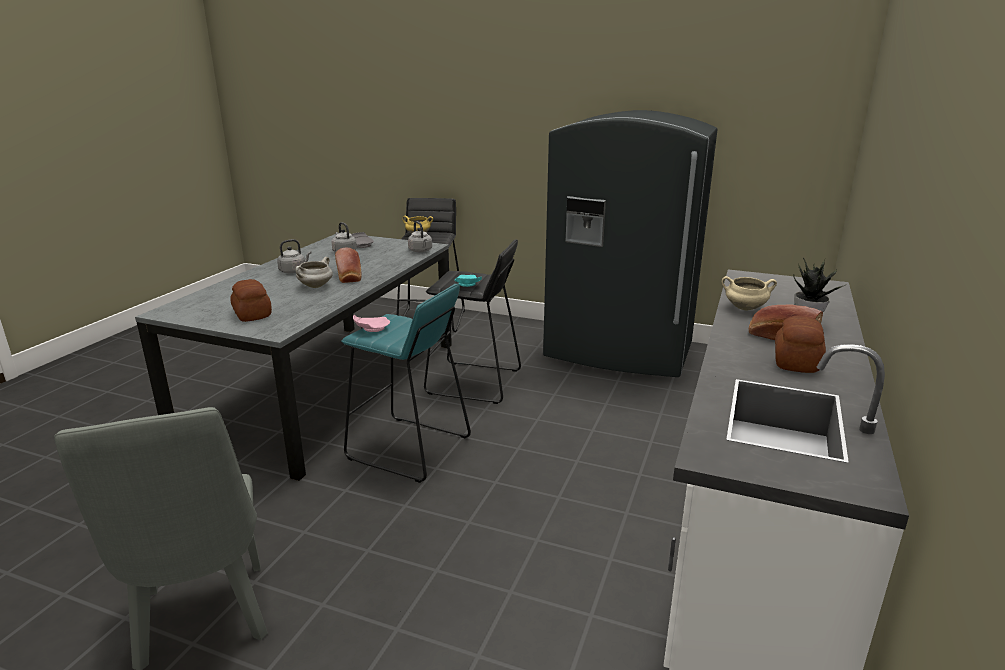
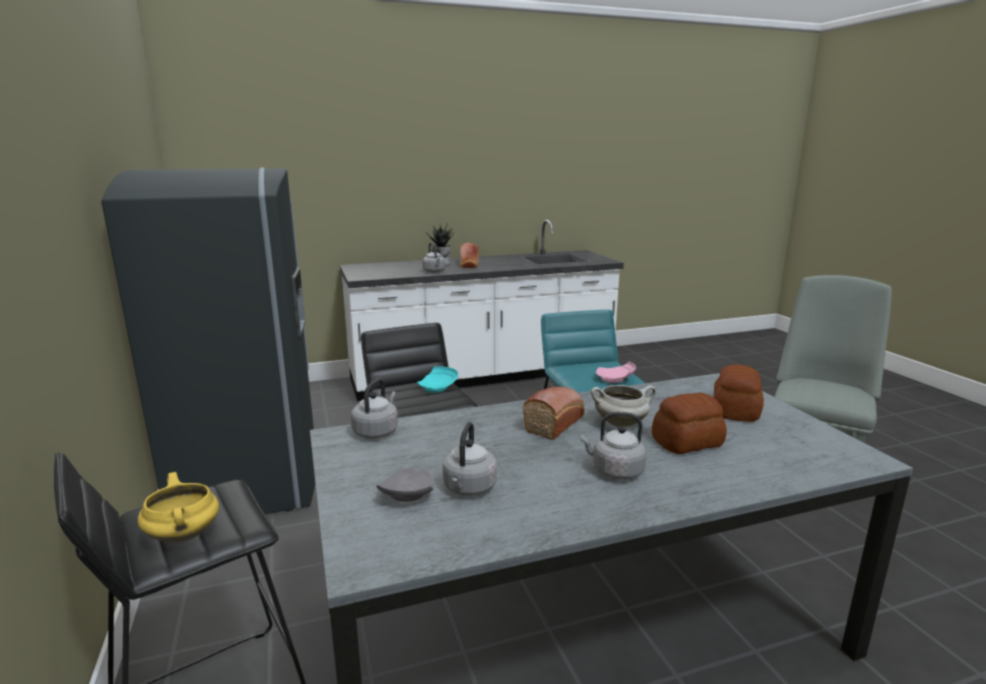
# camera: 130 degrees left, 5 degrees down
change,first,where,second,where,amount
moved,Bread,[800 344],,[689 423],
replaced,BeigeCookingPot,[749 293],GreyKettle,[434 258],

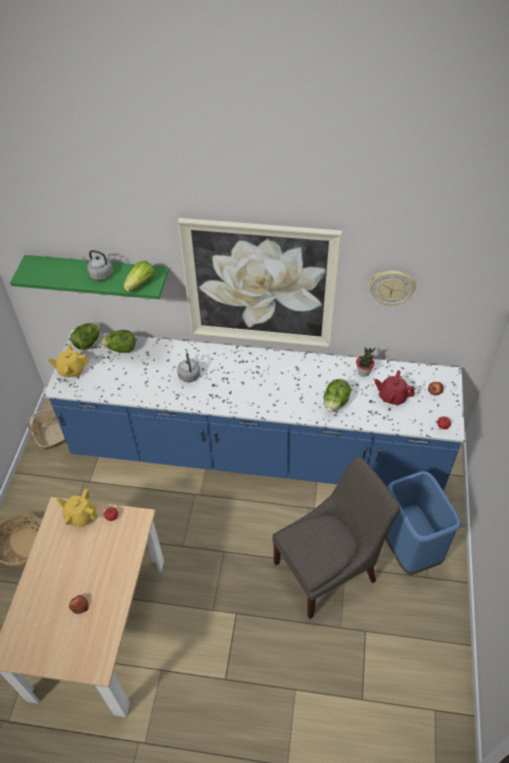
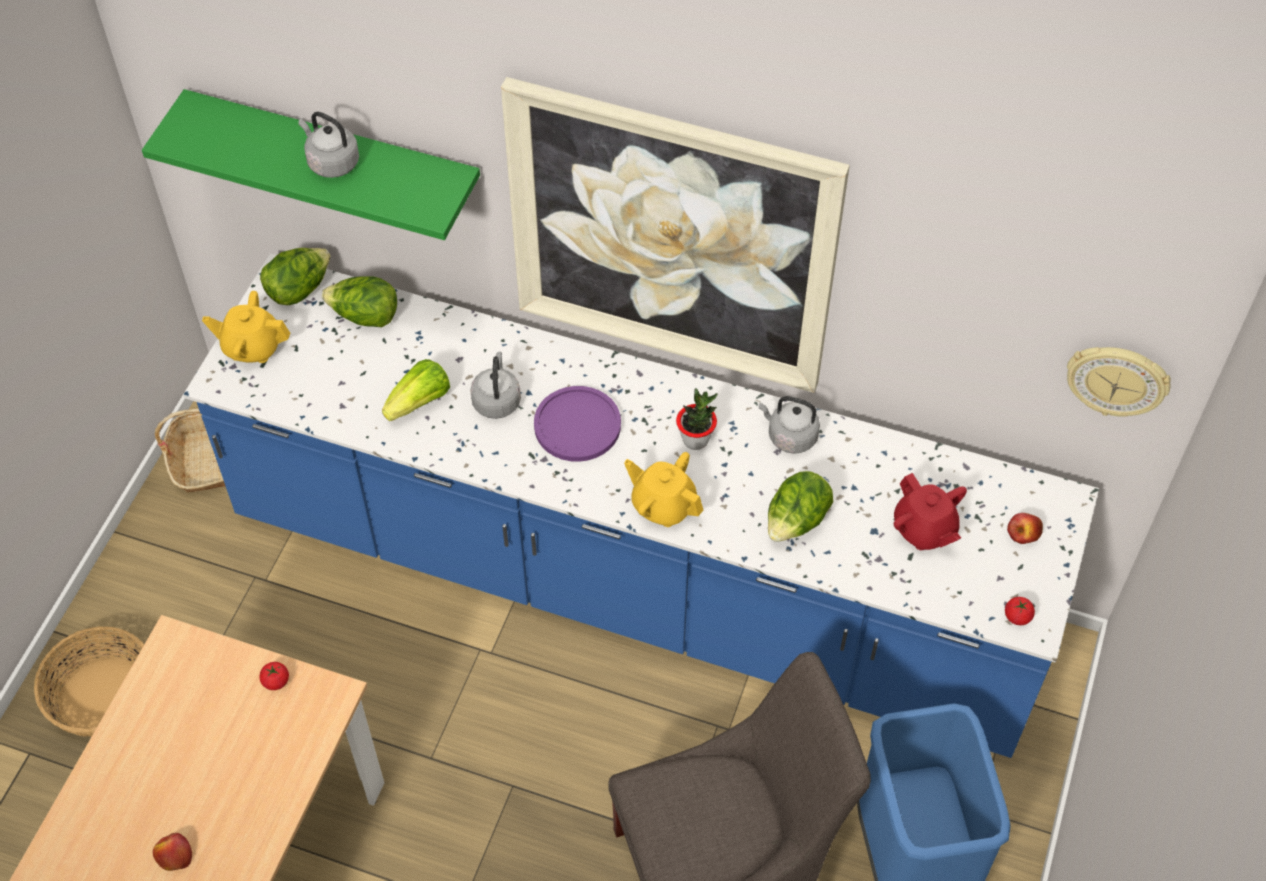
# camera: 10 degrees right, 5 degrees up
change,first,where,second,where,amount
added,,,PurplePlate,[577 424],
added,,,GreyKettle,[789 425],
moved,YellowTeapot,[77 508],,[664 489],
moved,Lettuce,[139 276],,[416 390],
moved,PottedPlant,[366 362],,[697 419],
moved,WallClock,[392 288],,[1119 382],
turned,RedTeapot,[394 387],,[930 511],150 degrees counterclockwise

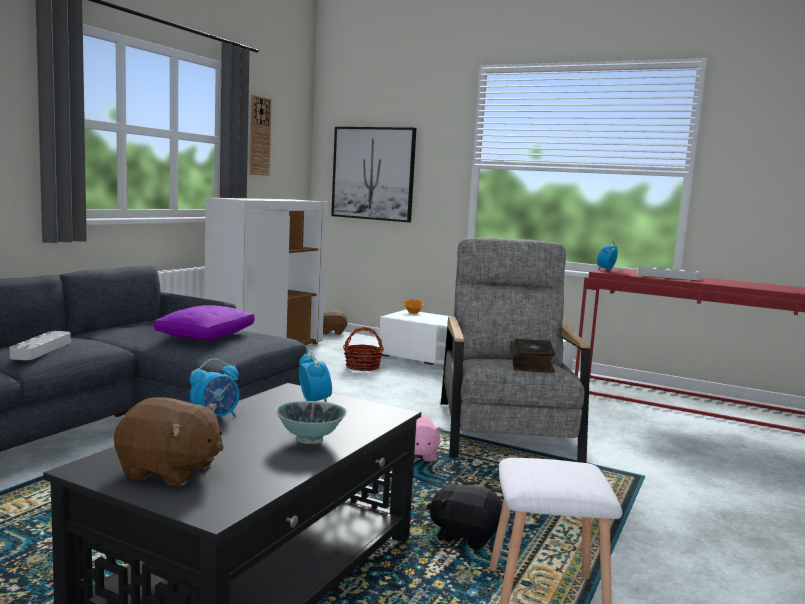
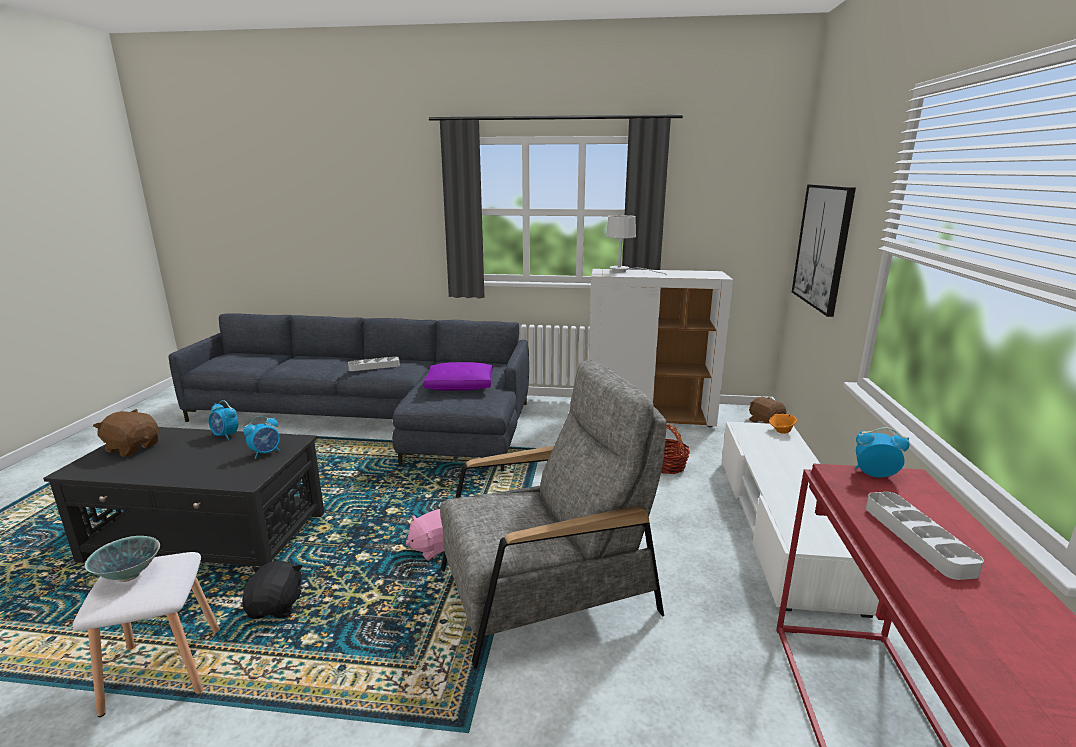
# camera: 70 degrees right, 10 degrees up
change,first,where,second,where,amount
removed,WallClock,[261 135],,,
removed,Book,[533 356],,,
added,,,WhiteTableLamp,[636 245],
moved,Bowl,[311 422],,[122 559],
turned,BrownPlushToy,[169 441],,[126 433],120 degrees clockwise

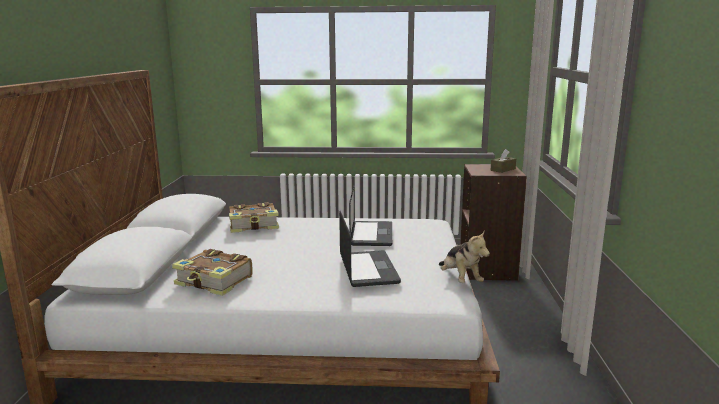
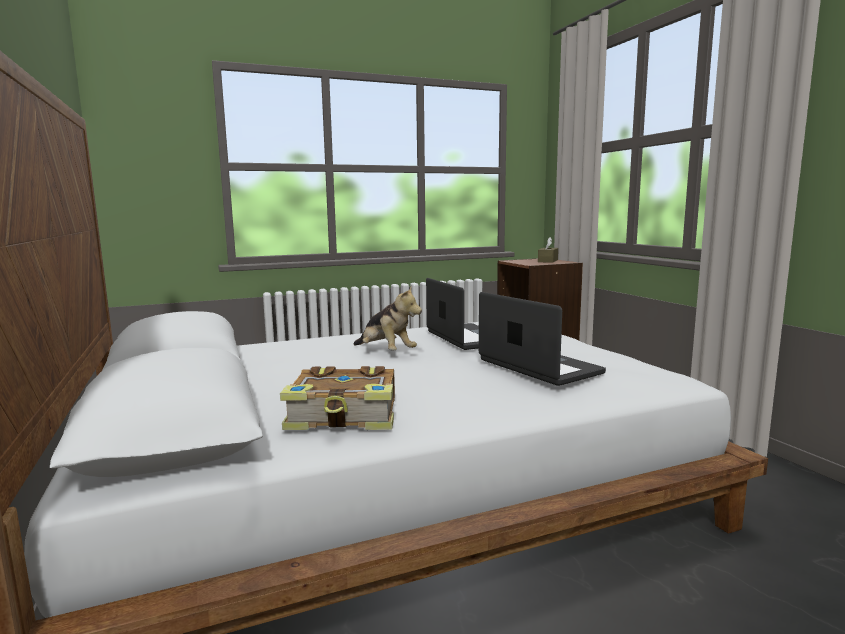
# camera: 25 degrees left, 5 degrees down
change,first,where,second,where,amount
removed,Book,[254 217],,,
moved,PlushToy,[464 256],,[388 318],

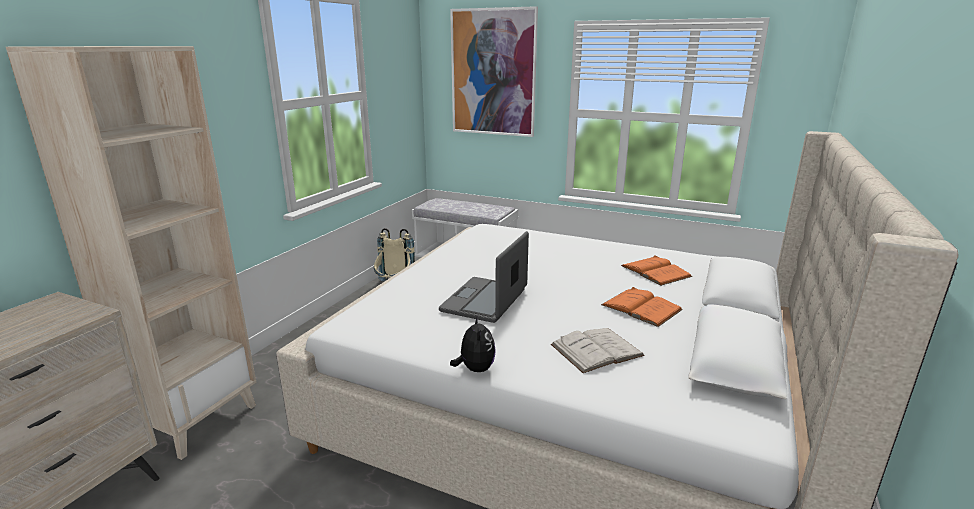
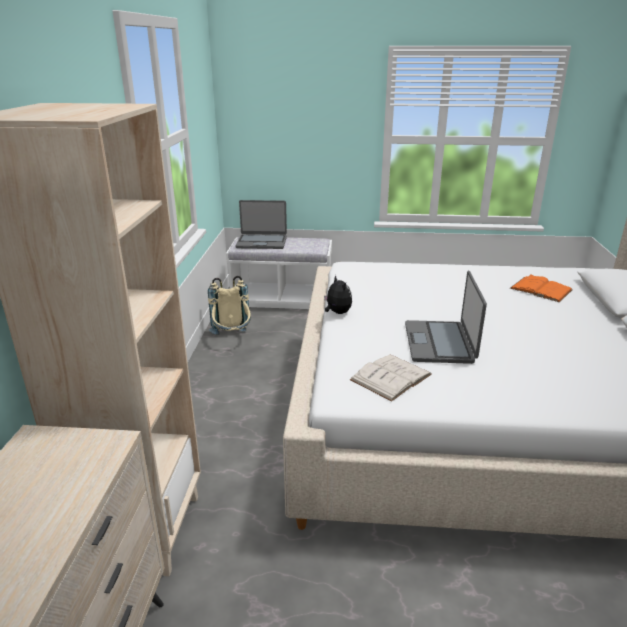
# camera: 20 degrees left, 5 degrees up
change,first,where,second,where,amount
removed,Picture,[494 71],,,
removed,OrangeBook,[642 307],,,
added,,,Laptop,[261 224],
moved,PlushToy,[473 343],,[338 294],
moved,WhiteBook,[598 350],,[391 378],

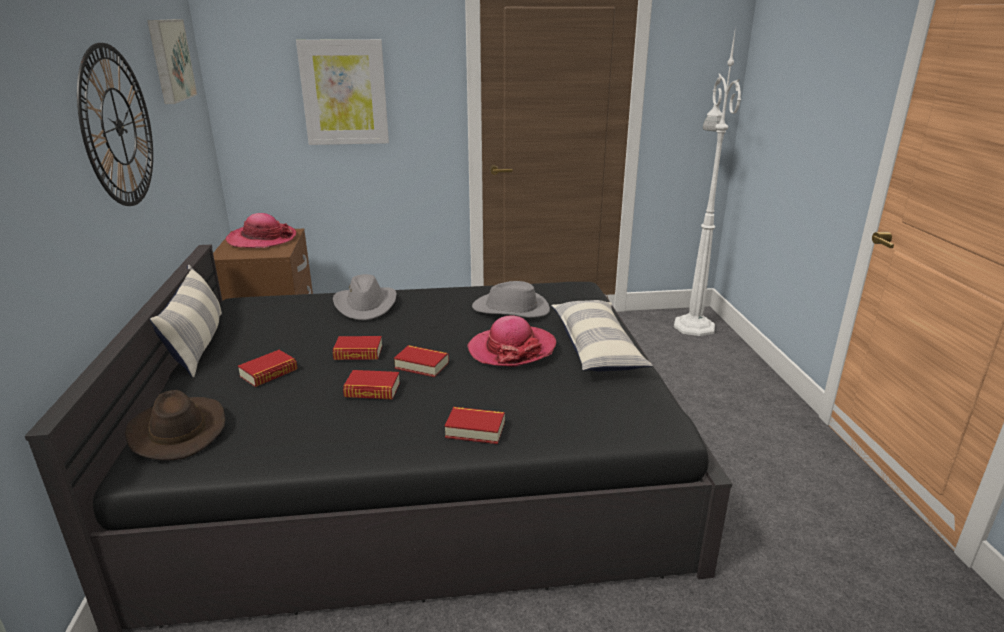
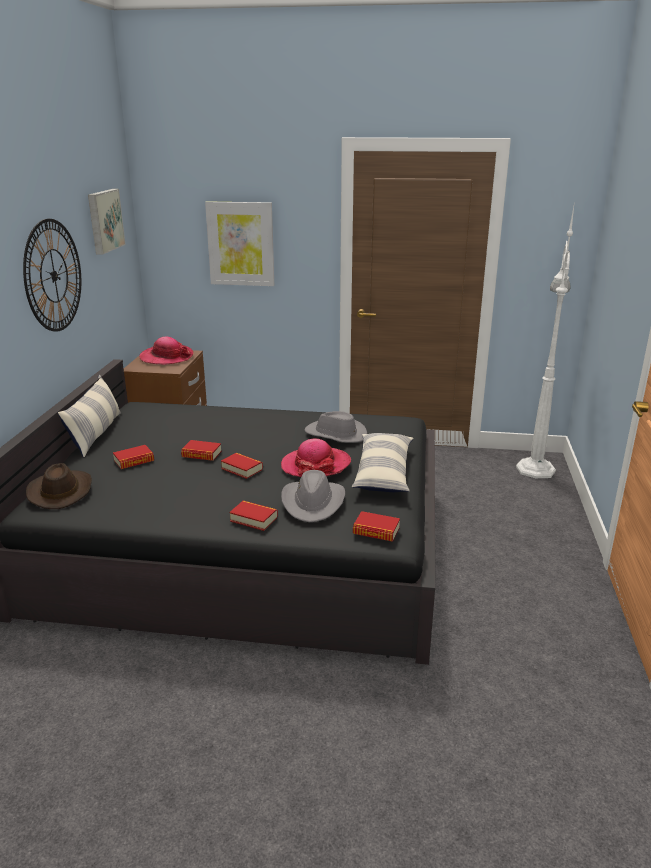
# camera: 15 degrees right, 0 degrees up
change,first,where,second,where,amount
moved,GreyHat,[365 297],,[313 496],
moved,Book,[371 385],,[376 526],

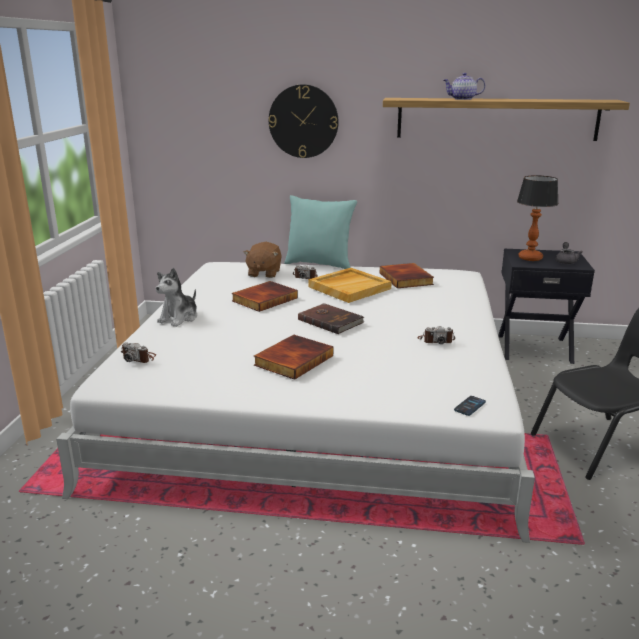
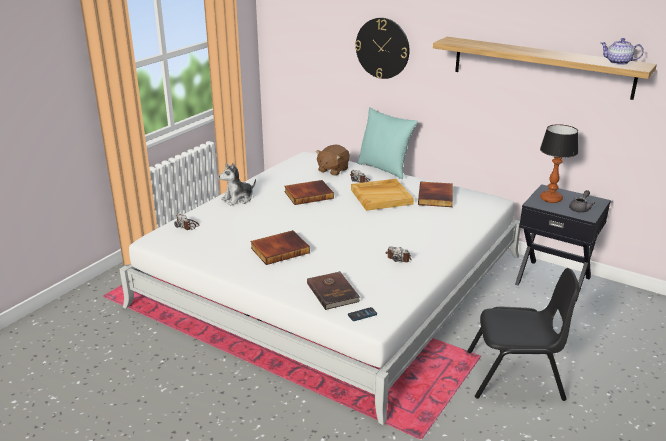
# camera: 25 degrees right, 5 degrees up
change,first,where,second,where,amount
moved,BrownBook,[331 318],,[333 290],
moved,Teapot,[464 86],,[622 51],

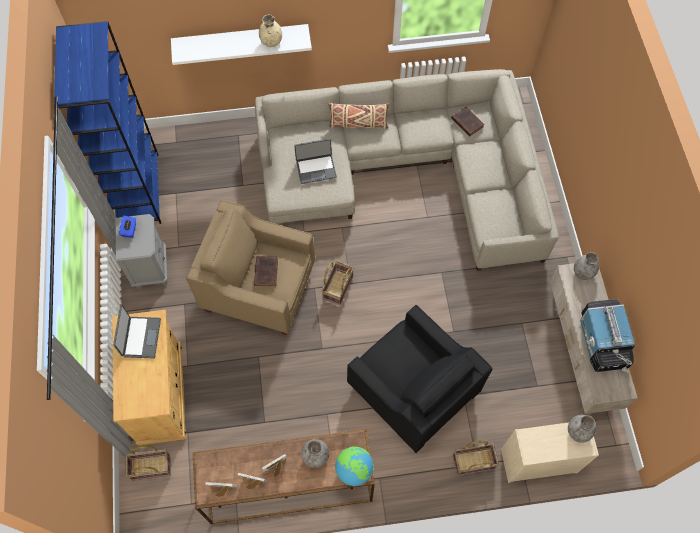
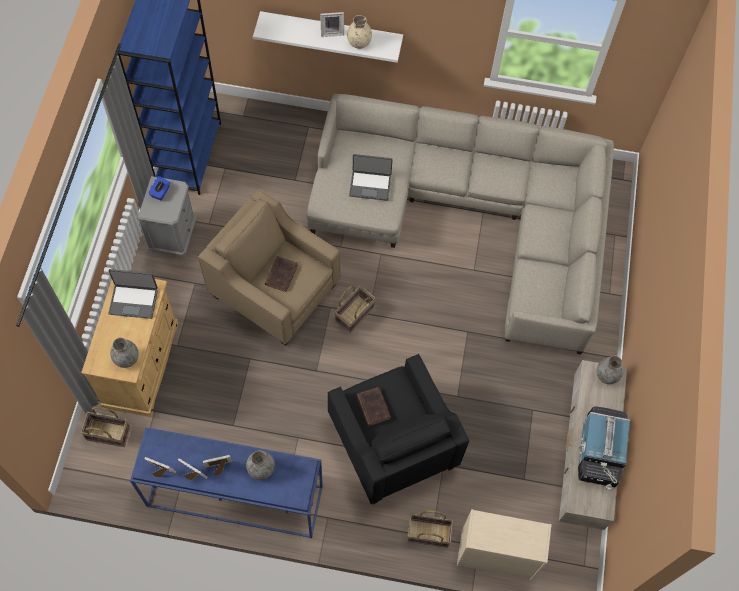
# camera: 15 degrees right, 0 degrees up
change,first,where,second,where,amount
removed,BeigePillow,[358 116],,,
removed,Globe,[354 466],,,
added,,,PictureFrame,[332 24],
moved,BrownBook,[467 121],,[374 406],
moved,GreyVase,[582 429],,[124 353],
recoloured,BrownConsoleTable,[284 476],BlueConsoleTable,[226 482],
turned,Laptop,[137 331],,[133 294],75 degrees clockwise

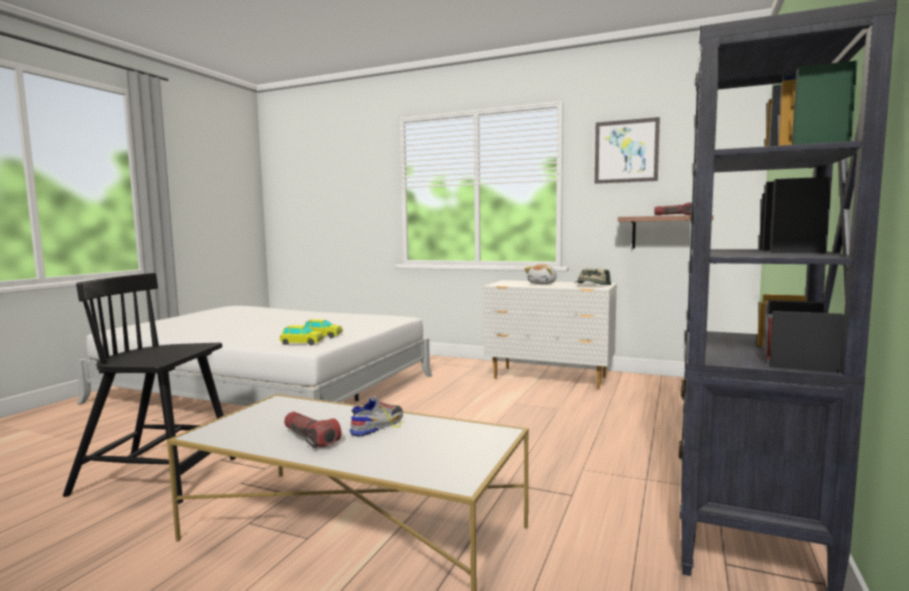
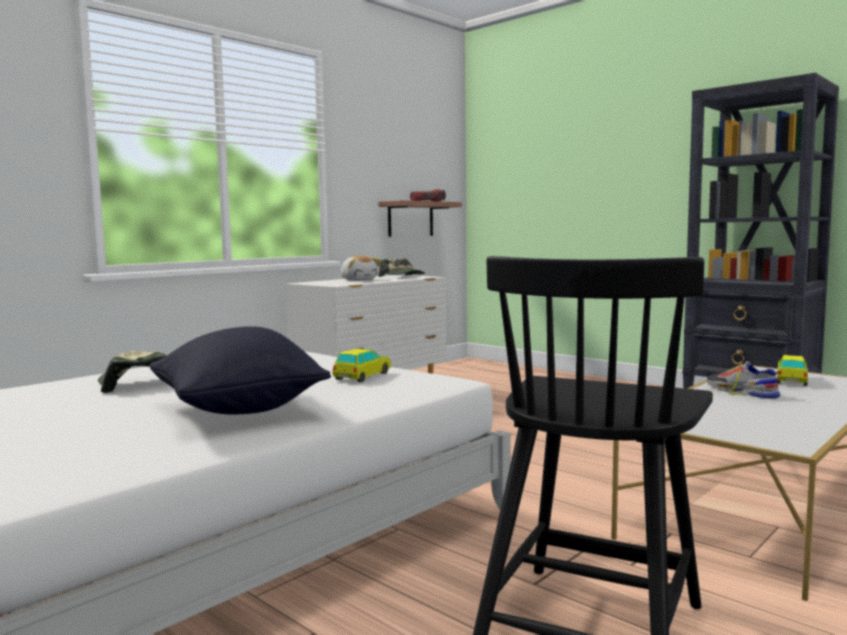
# camera: 70 degrees left, 0 degrees up
change,first,where,second,where,amount
removed,Flashlight,[313 430],,,
removed,Picture,[627 150],,,
added,,,Cap,[132 372],
added,,,BlackPillow,[240 370],
moved,ToyCar,[302 335],,[792 370],

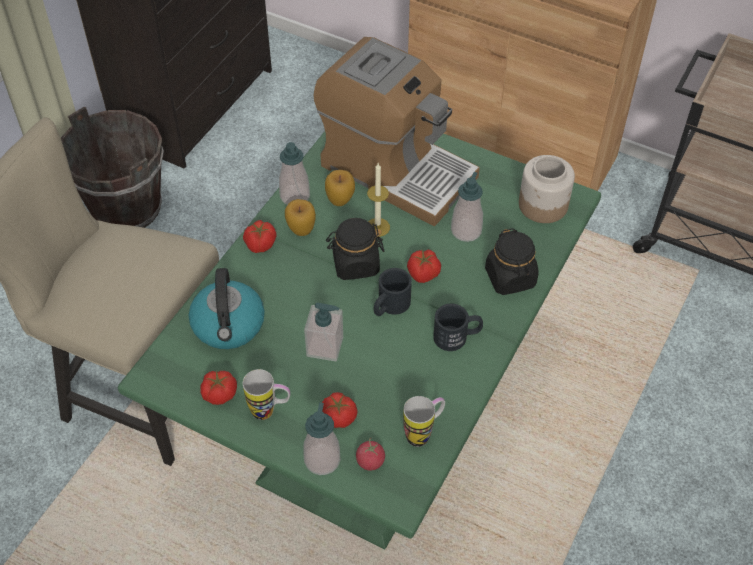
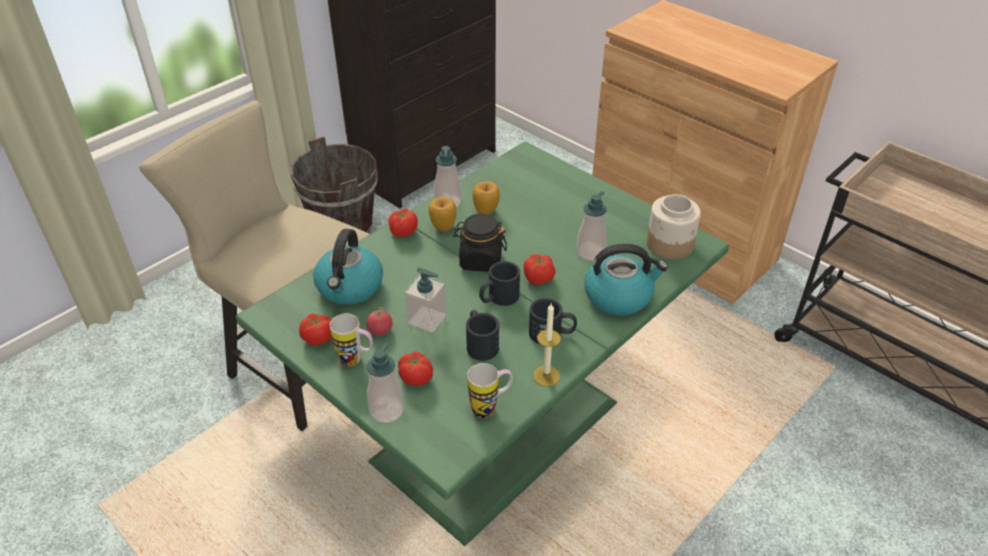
# camera: 15 degrees right, 10 degrees down
change,first,where,second,where,amount
removed,CoffeeMachine,[396 132],,,
added,,,BlackMug,[482 335],
moved,Tomato,[370 454],,[379 320],
moved,Candle,[378 200],,[547 345],
replaced,BlackJar,[512 261],Kettle,[626 279],

